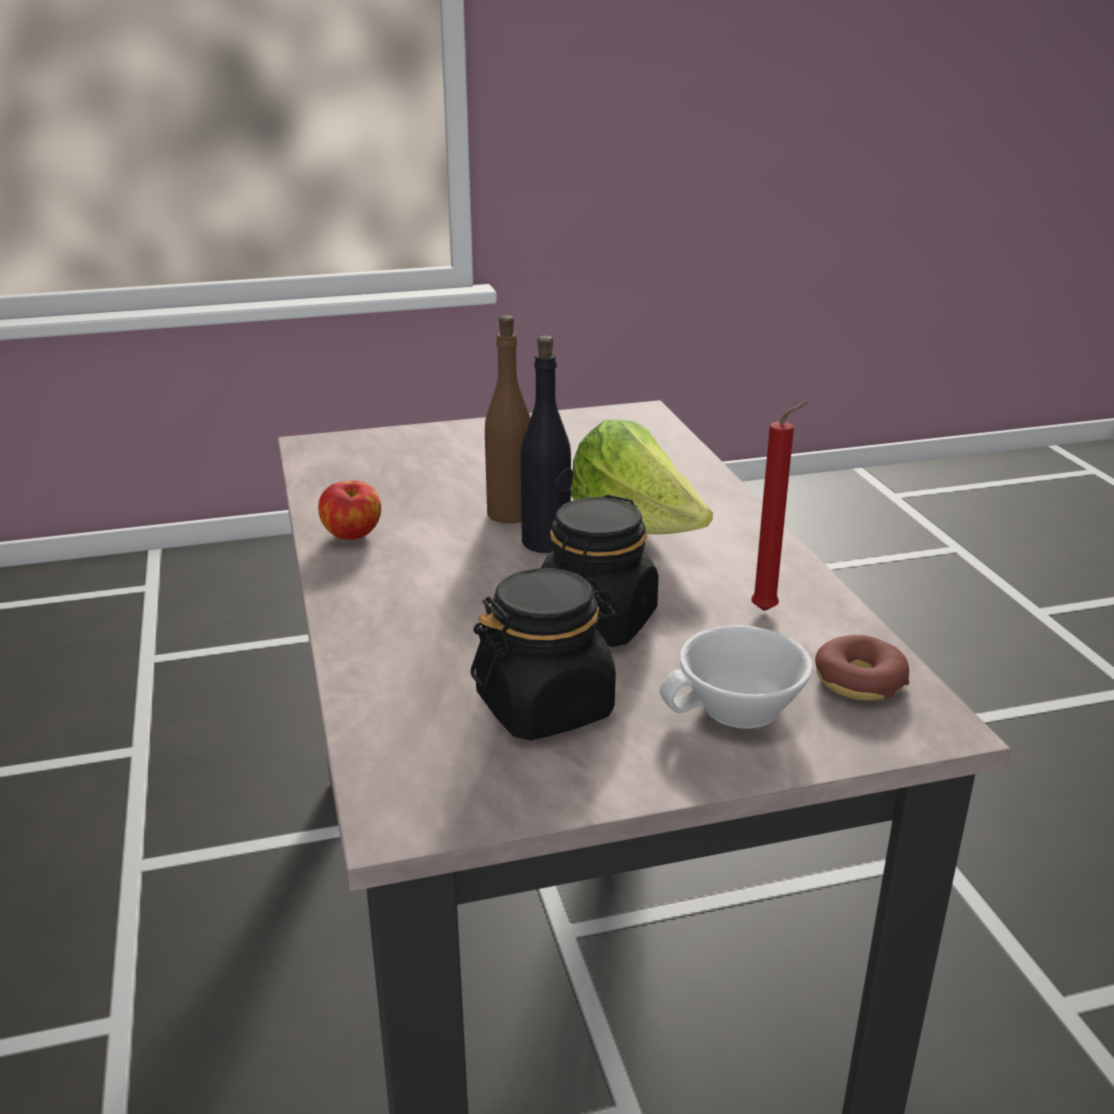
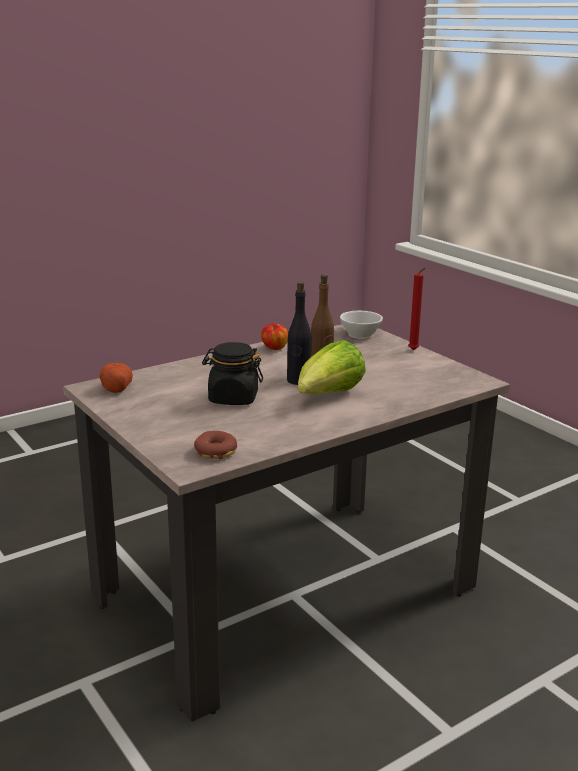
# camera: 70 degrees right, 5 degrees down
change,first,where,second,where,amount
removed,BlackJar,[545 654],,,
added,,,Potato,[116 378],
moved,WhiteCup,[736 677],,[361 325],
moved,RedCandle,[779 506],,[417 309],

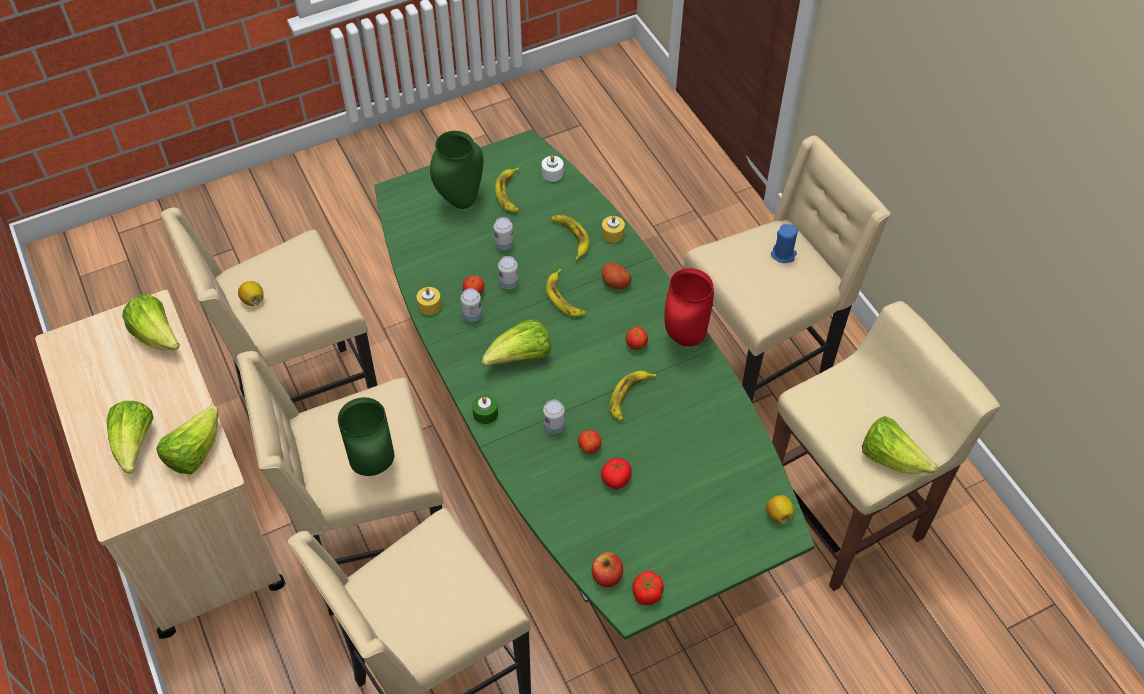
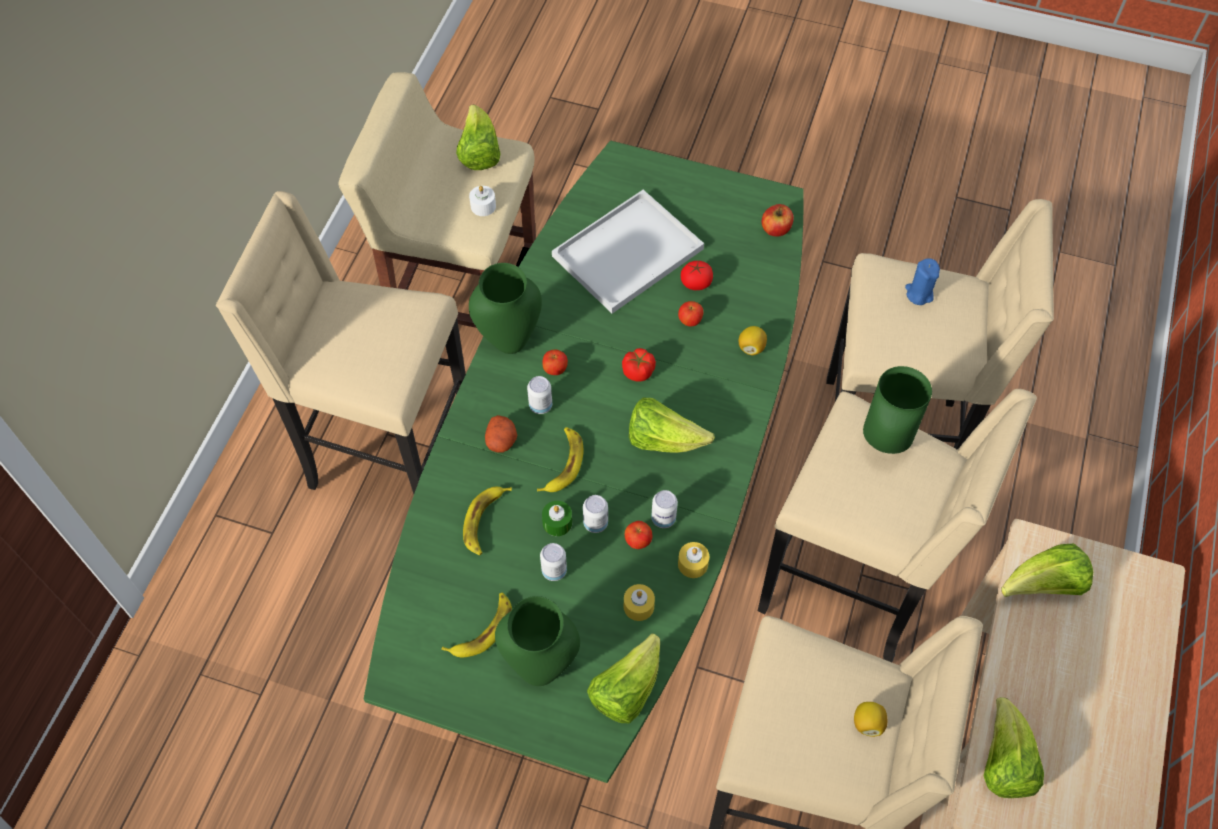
# camera: 135 degrees left, 5 degrees up
change,first,where,second,where,amount
removed,Banana,[633 396],,,
added,,,WhiteTray,[628 251],
moved,Lettuce,[130 437],,[623 678],
moved,GreenCandle,[485 409],,[557 518],
moved,WhiteCandle,[553 168],,[482 201],
moved,Can,[554 417],,[539 395],
moved,YellowCandle,[613 229],,[639 602],
moved,Tomato,[648 588],,[639 365],
moved,Lemon,[780 509],,[753 341],
moved,BlueCandle,[784 243],,[922 281],
recoloured,RedVase,[689 307],GreenVase,[505 308],

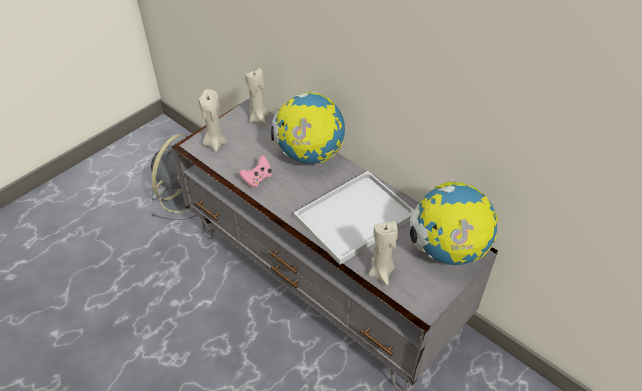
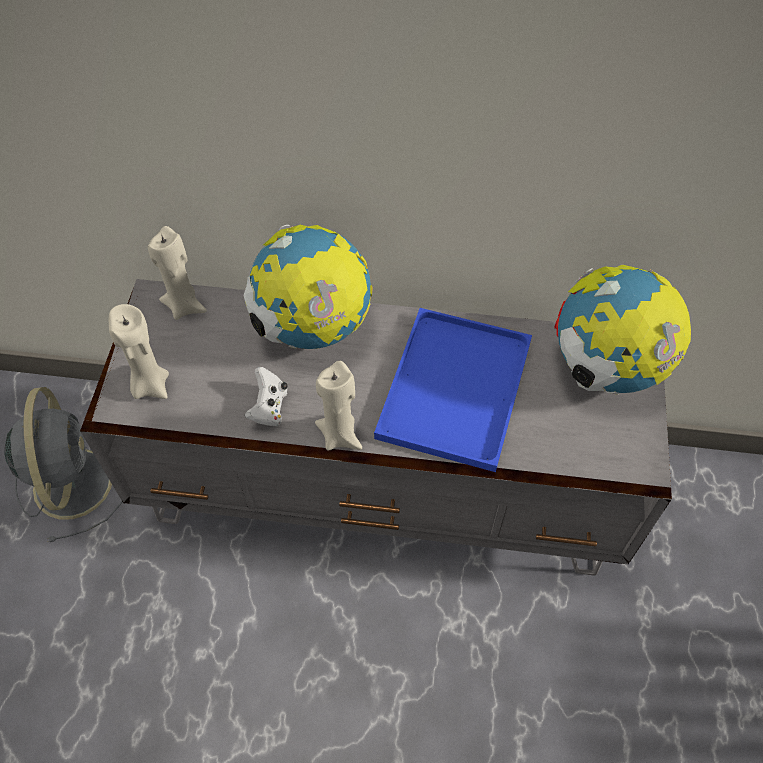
# camera: 35 degrees left, 10 degrees up
change,first,where,second,where,amount
moved,BeigeCandle,[383 253],,[338 406],
recoloured,PinkGameController,[255 171],WhiteGameController,[266 396],
recoloured,WhiteTray,[353 218],BlueTray,[453 390],

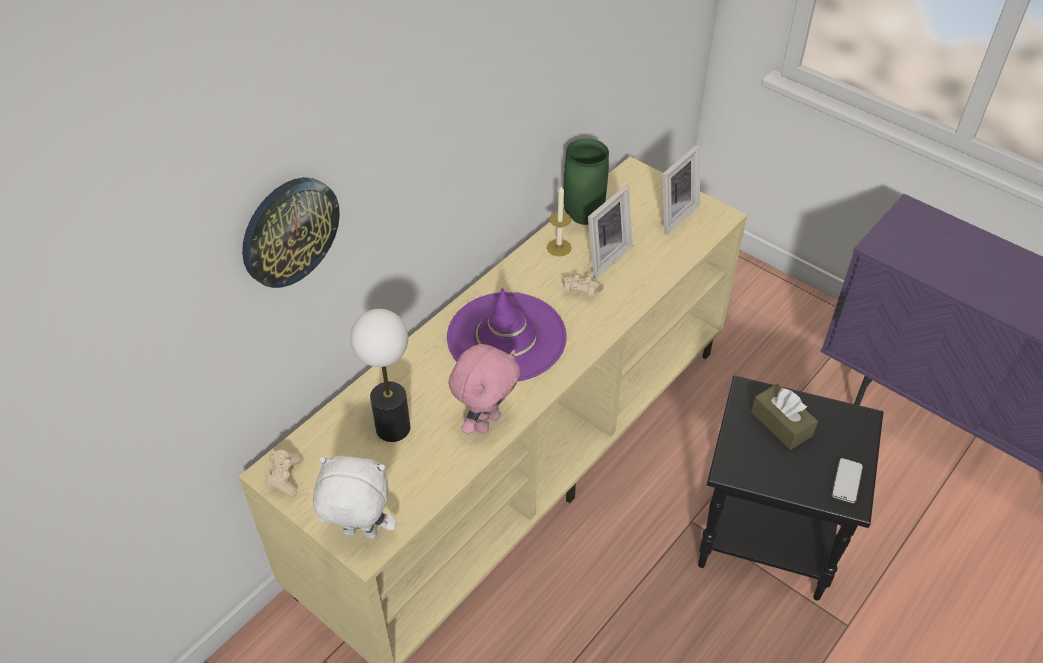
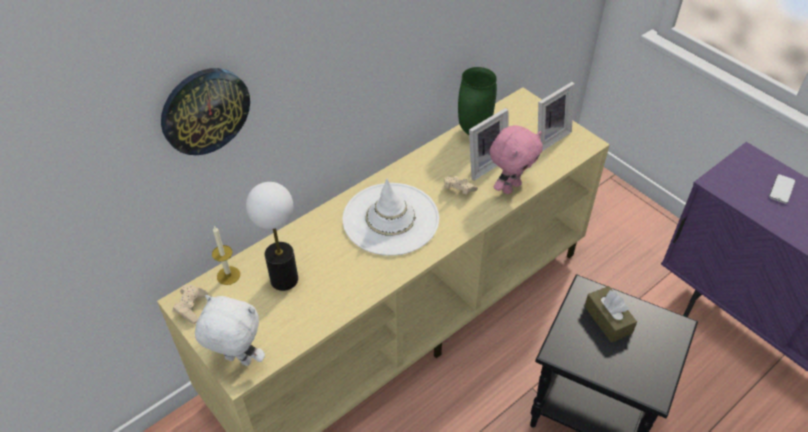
# camera: 10 degrees right, 0 degrees up
change,first,where,second,where,amount
moved,PinkPlushToy,[484 389],,[516 159],
moved,Candle,[559 220],,[226 255],
moved,Phone,[847 480],,[782 189],
recoloured,PurpleHat,[507 334],WhiteHat,[390 217],

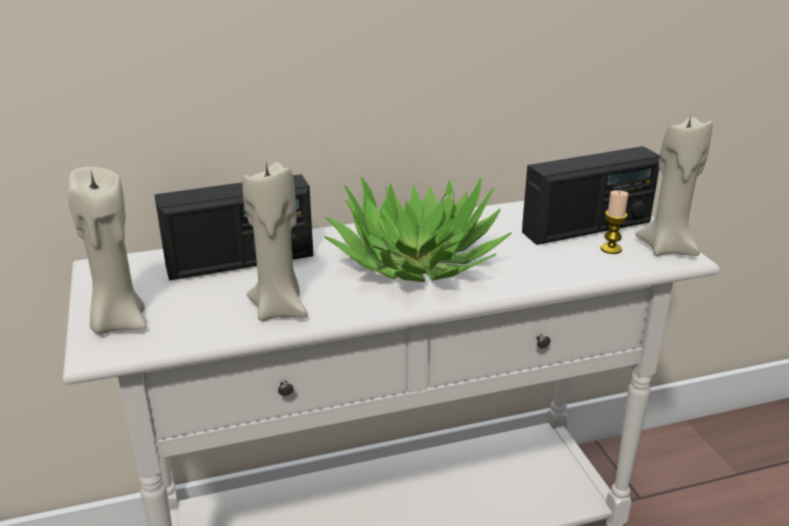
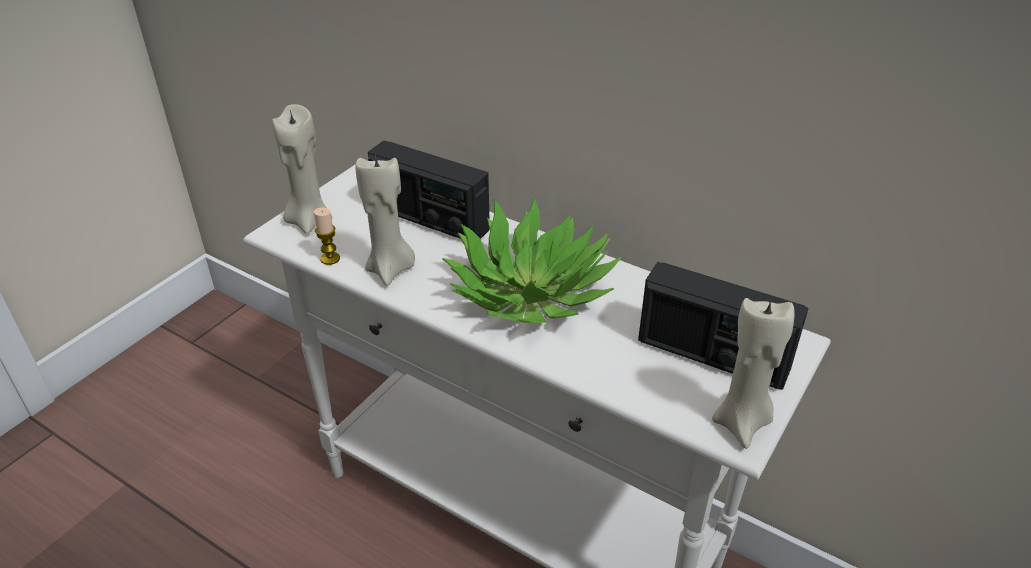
# camera: 50 degrees right, 10 degrees up
change,first,where,second,where,amount
moved,Candle,[614 222],,[327 236],

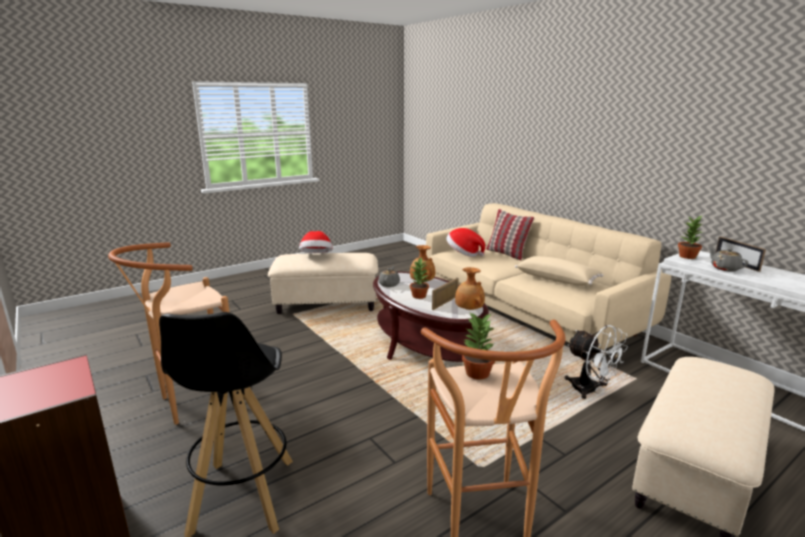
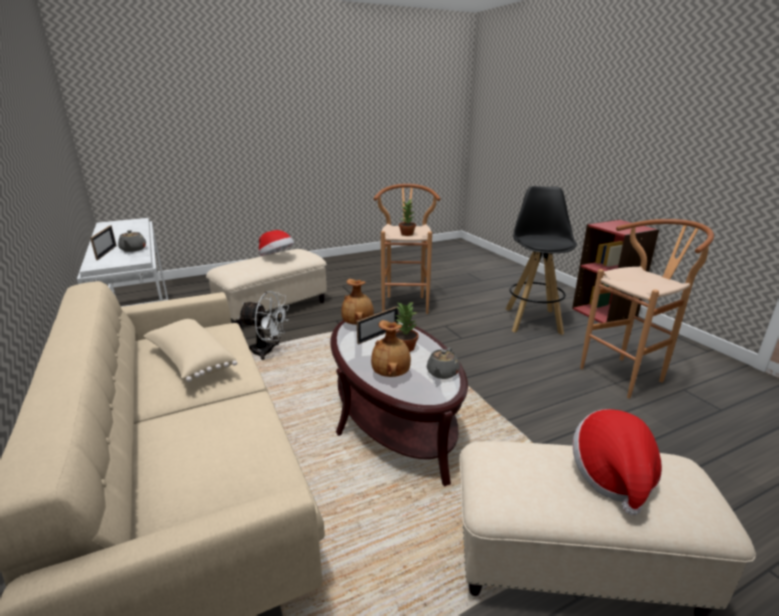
# camera: 170 degrees left, 5 degrees up
change,first,where,second,where,amount
removed,Pillow,[510 234],,,
removed,PottedPlant,[690 237],,,
moved,Hat,[465 242],,[276 243],
turned,WhiteFan,[596 362],,[263 325],135 degrees clockwise

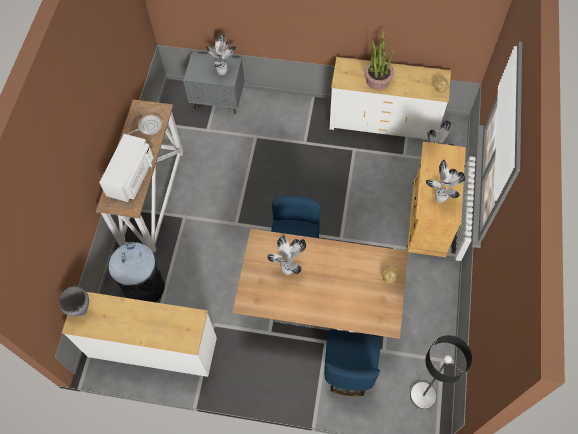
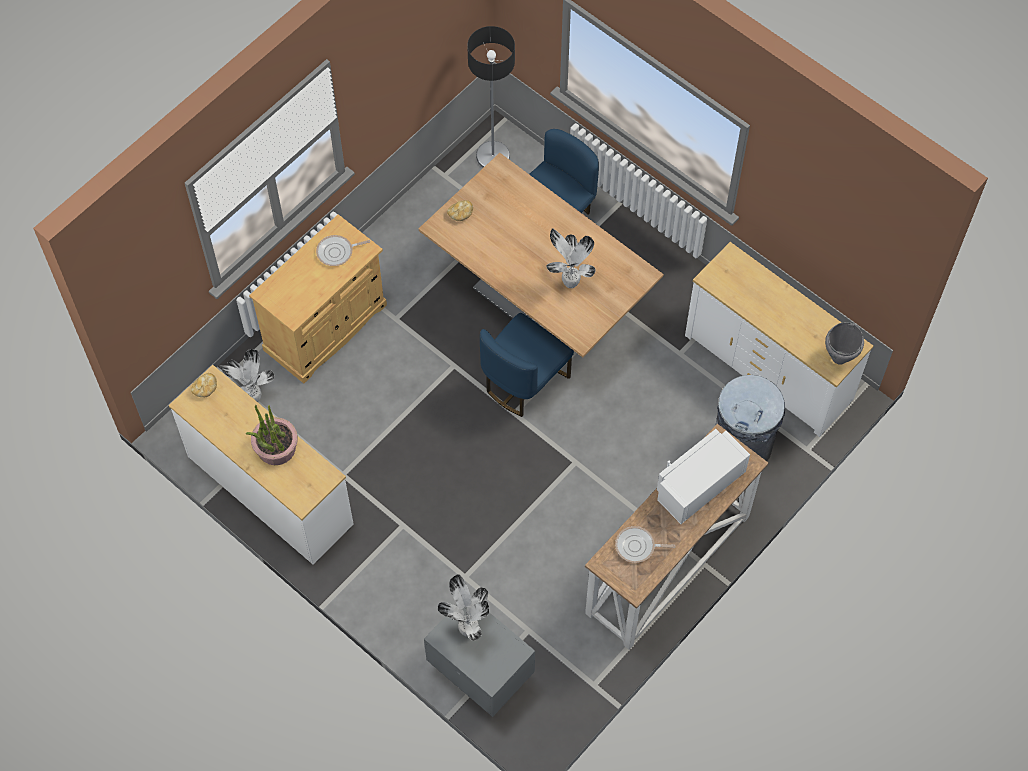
# camera: 150 degrees left, 0 degrees up
change,first,where,second,where,amount
replaced,PottedPlant,[445 181],FryingPan,[343 250],

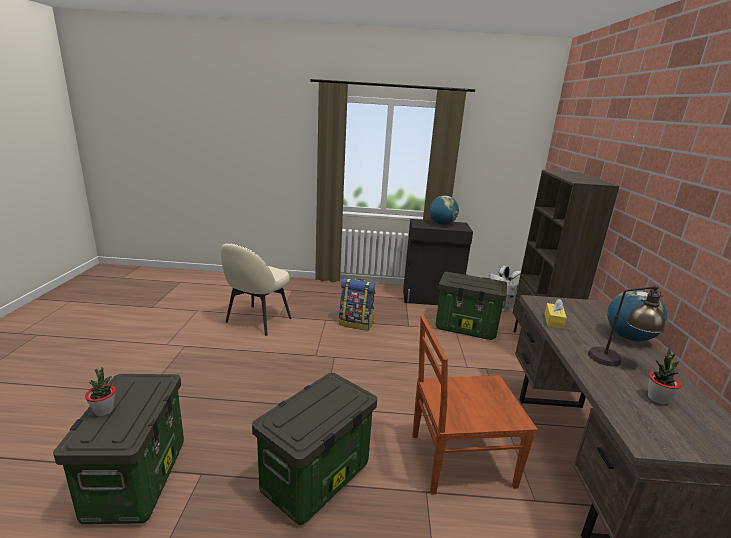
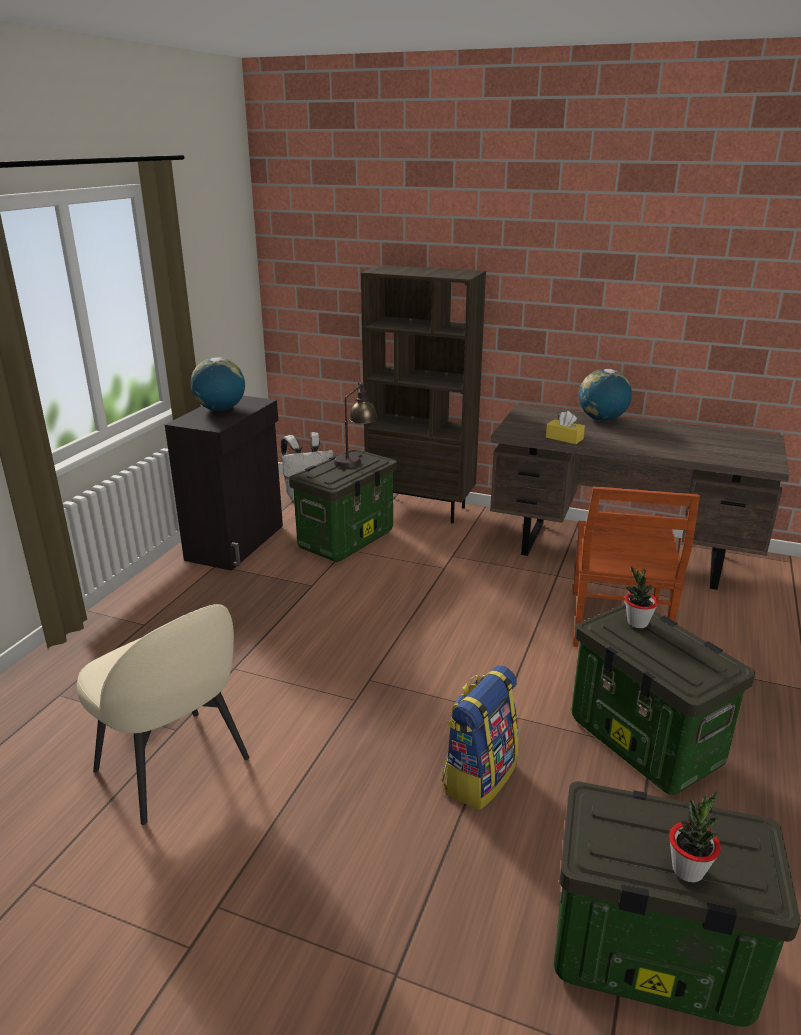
# camera: 70 degrees left, 5 degrees up
change,first,where,second,where,amount
moved,Backpack,[357 304],,[480 737],
moved,TableLamp,[626 325],,[356 425],
moved,PottedPlant,[665 376],,[641 596],

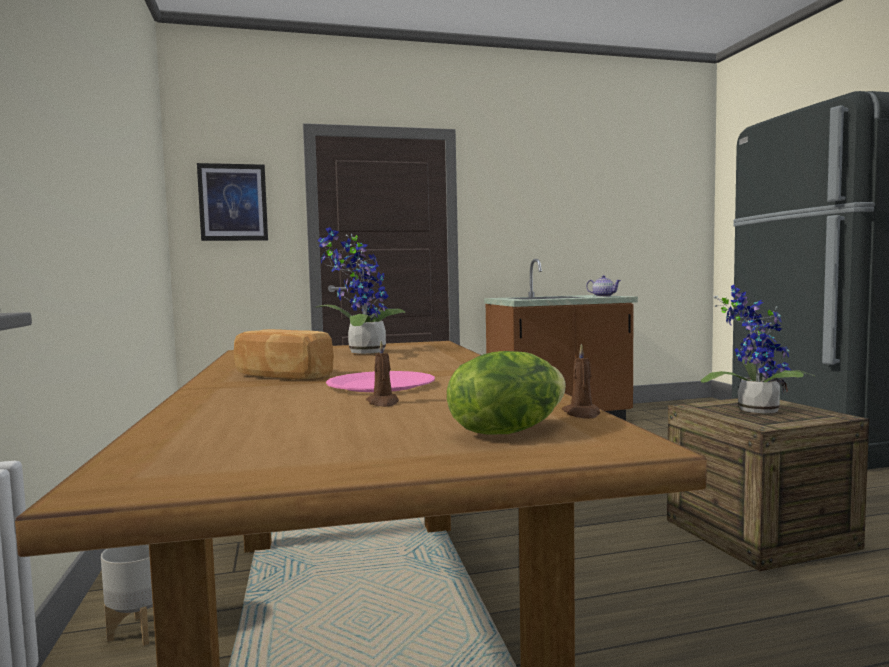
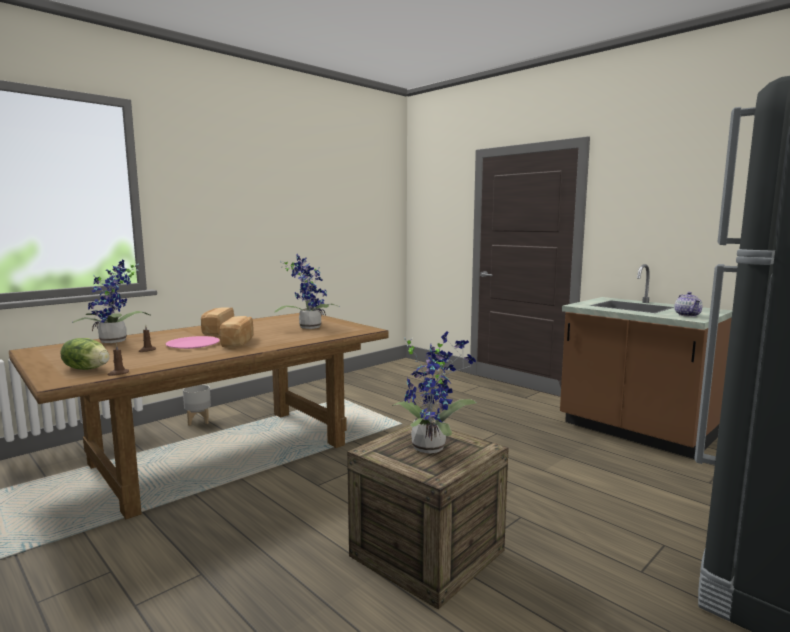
# camera: 60 degrees right, 5 degrees up
change,first,where,second,where,amount
removed,Picture,[232 202],,,
added,,,PottedPlant,[111 301],
added,,,Bread,[236 331],

